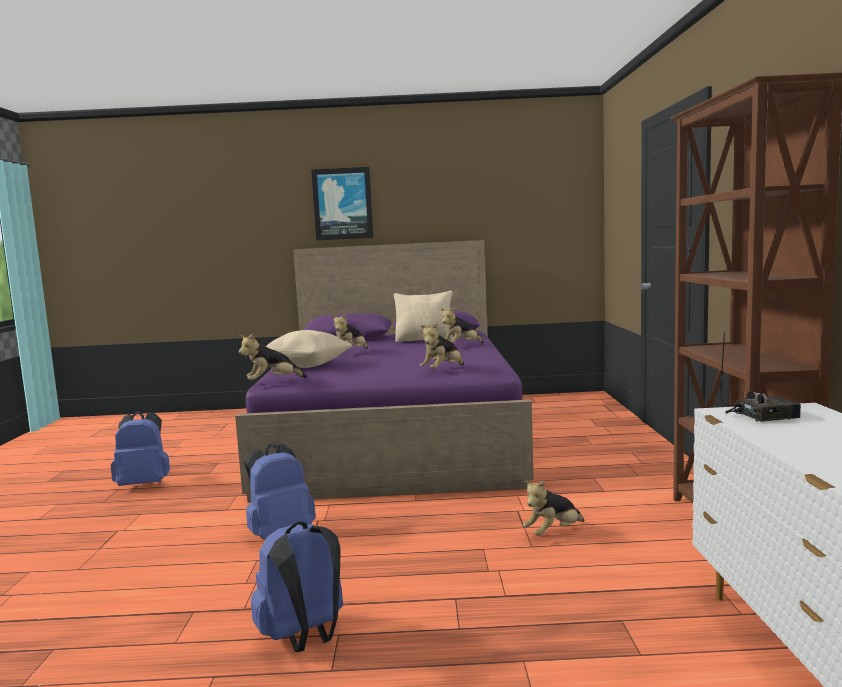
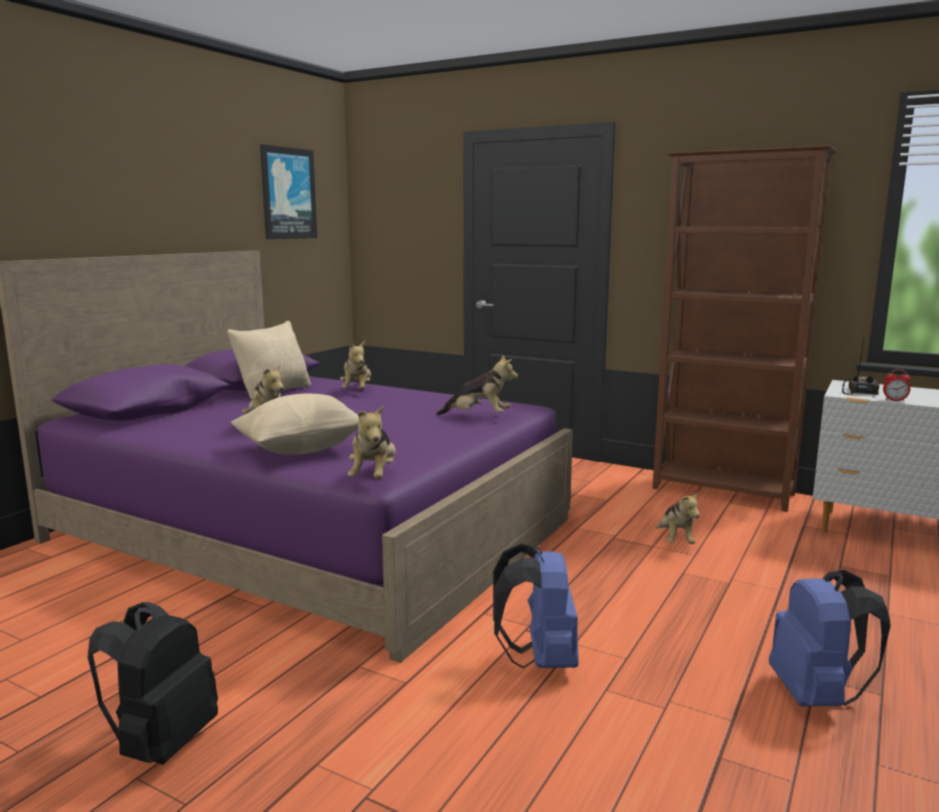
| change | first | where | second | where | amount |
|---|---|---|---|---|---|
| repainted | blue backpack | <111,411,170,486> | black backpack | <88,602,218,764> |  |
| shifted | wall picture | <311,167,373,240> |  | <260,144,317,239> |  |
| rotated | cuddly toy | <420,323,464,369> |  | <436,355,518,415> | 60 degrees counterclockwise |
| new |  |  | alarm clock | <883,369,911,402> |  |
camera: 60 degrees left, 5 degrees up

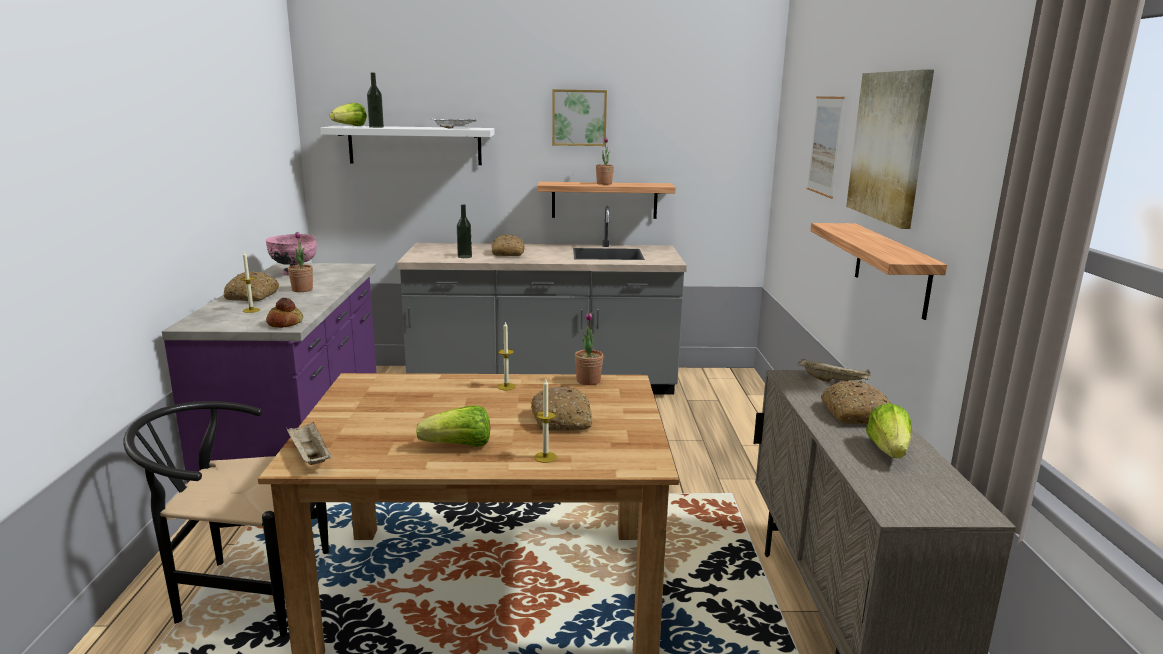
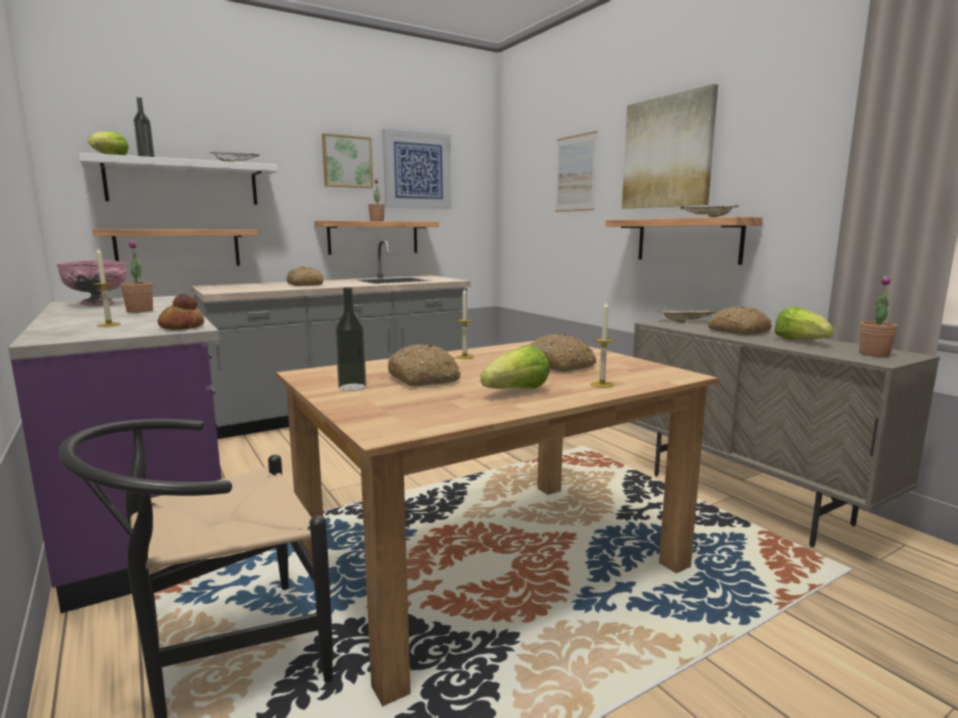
| change | first | where | second | where | amount |
|---|---|---|---|---|---|
| shifted | bread | <224,271,279,301> |  | <388,344,461,386> |  |
| shifted | beige-coloured tray | <287,422,331,465> |  | <680,205,739,217> |  |
| shifted | bottle | <457,204,472,258> |  | <335,287,366,391> |  |
| shifted | potted plant | <575,312,604,385> |  | <859,276,898,357> |  |
| new |  |  | shelf | <92,229,258,266> |  |
| new |  |  | wall picture | <383,129,452,209> |  |
camera: 30 degrees left, 5 degrees down

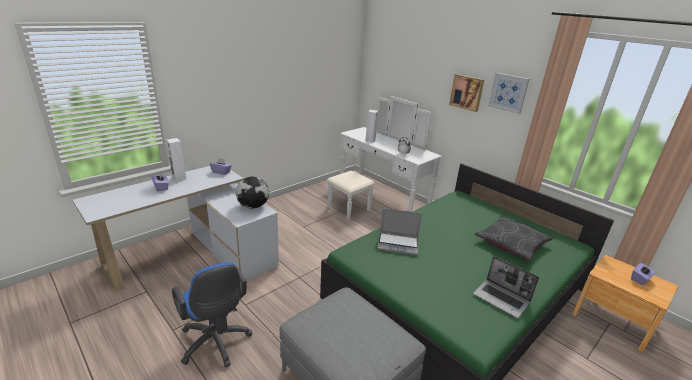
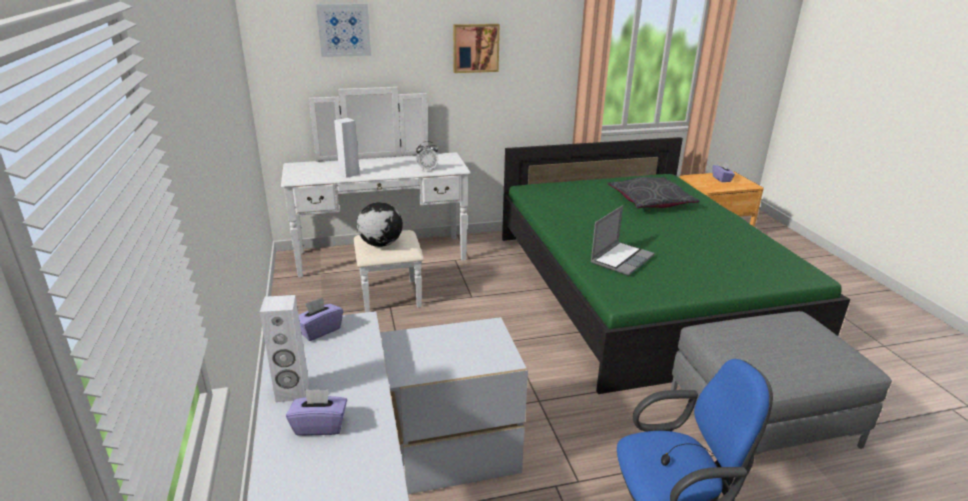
| change | first | where | second | where | amount |
|---|---|---|---|---|---|
| shifted | desk globe | <236,177,269,209> |  | <357,202,403,247> |  |
| gone | portable computer | <473,256,539,318> |  |  |  |
| shifted | wall picture | <488,73,529,114> |  | <316,4,371,57> |  |
camera: 60 degrees left, 0 degrees up

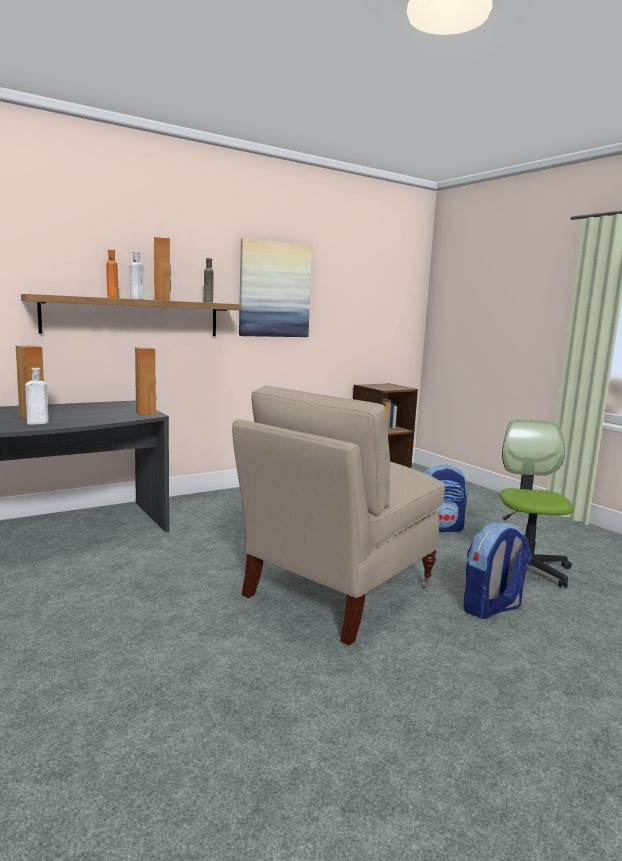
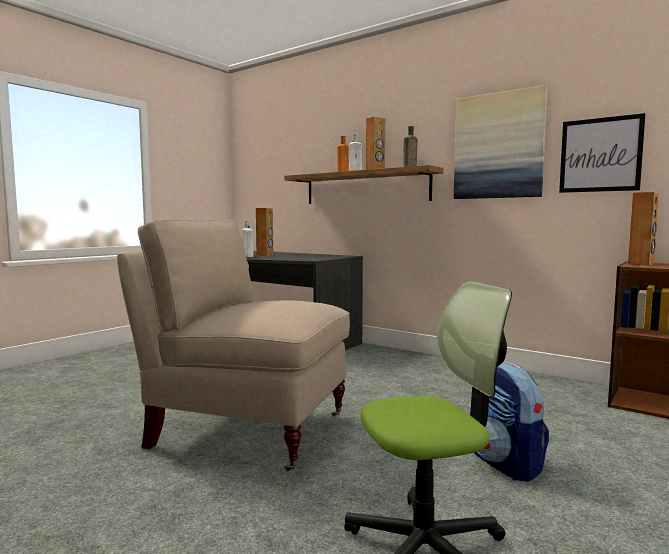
| change | first | where | second | where | amount |
|---|---|---|---|---|---|
| shifted | brown audio speaker | <135,347,156,415> |  | <628,192,659,265> |  |
| gone | backpack | <464,522,531,619> |  |  |  |
| new |  |  | wall picture | <559,113,646,193> |  |
camera: 70 degrees right, 5 degrees down

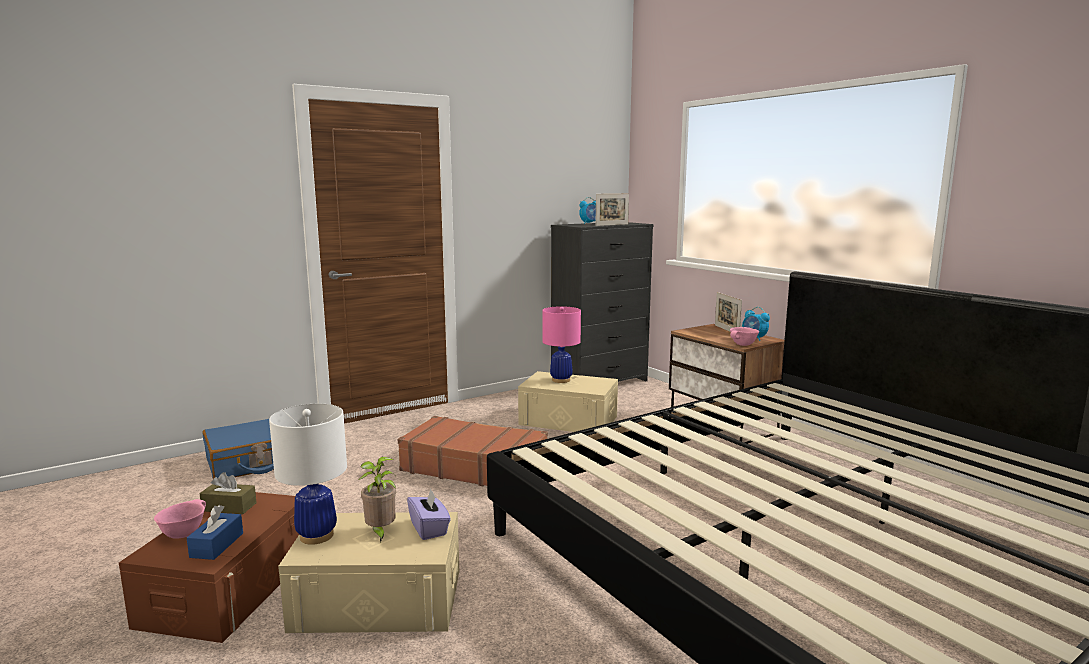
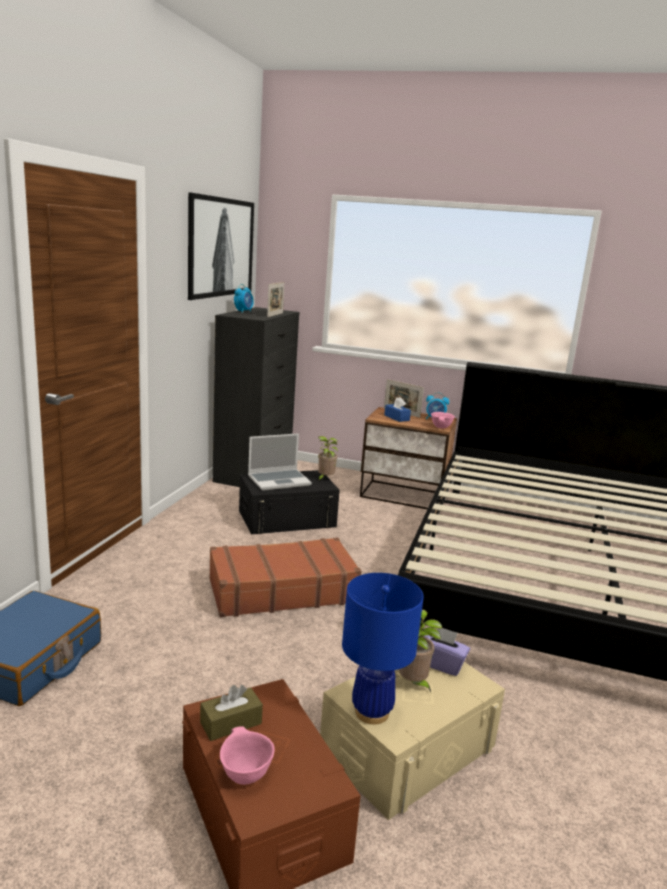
| change | first | where | second | where | amount |
|---|---|---|---|---|---|
| shifted | blue tissue holder | <187,505,243,560> |  | <384,397,411,422> |  |
| repainted | whitish table lamp | <269,404,347,545> | blue table lamp | <342,573,424,724> |  |
| repainted | beige-coloured storage box | <518,371,618,432> | black storage box | <239,470,340,534> |  |
| swapped | pinkish table lamp | <542,306,581,383> | portable computer | <248,433,312,491> |  |
| new |  |  | wall picture | <188,192,254,300> |  |
| new |  |  | potted plant | <317,436,338,482> |  |
camera: 40 degrees left, 5 degrees up

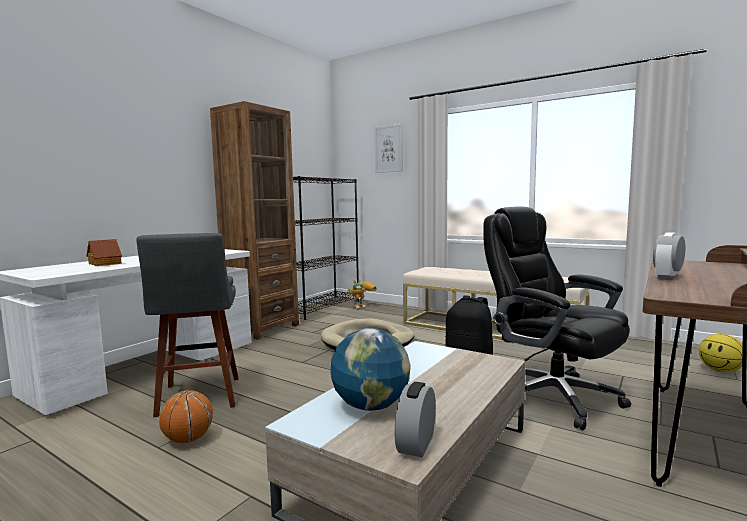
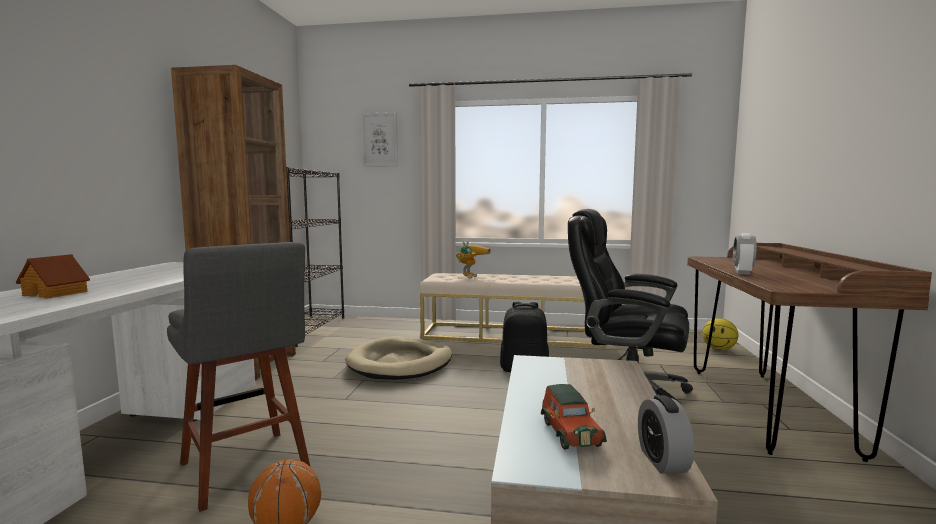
| change | first | where | second | where | amount |
|---|---|---|---|---|---|
| swapped | desk globe | <331,328,411,411> | model car | <541,384,607,450> |  |
| shifted | robot figure | <348,280,377,310> |  | <456,241,491,279> |  |
camera: 25 degrees left, 0 degrees up

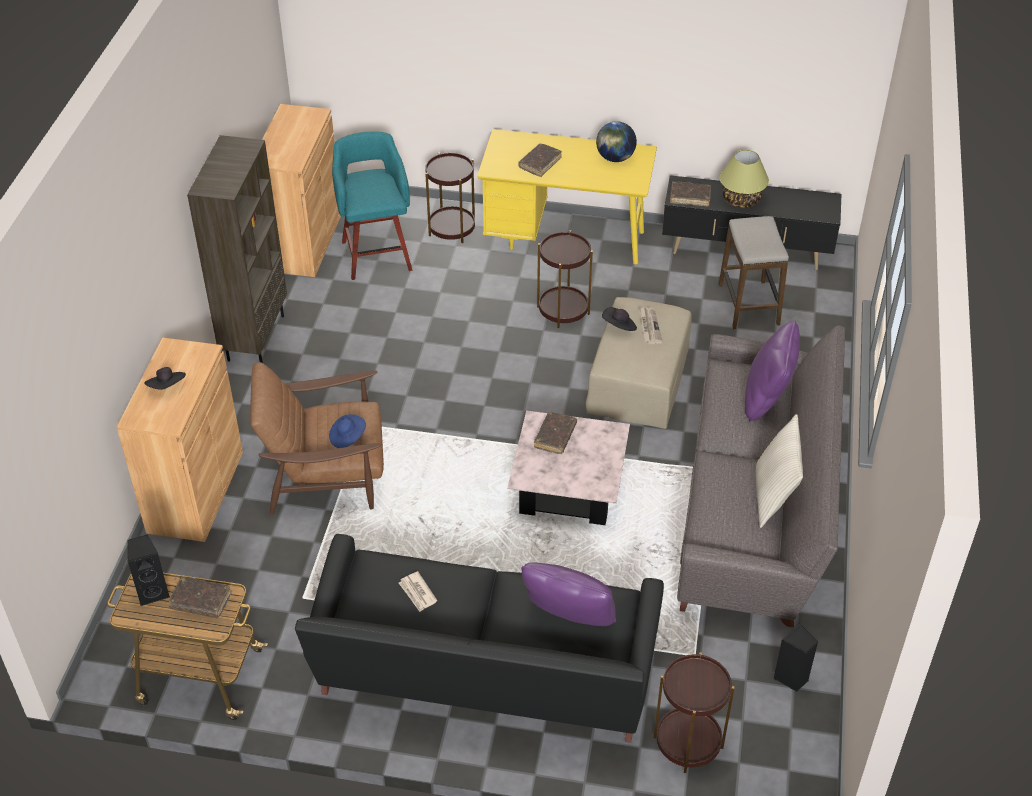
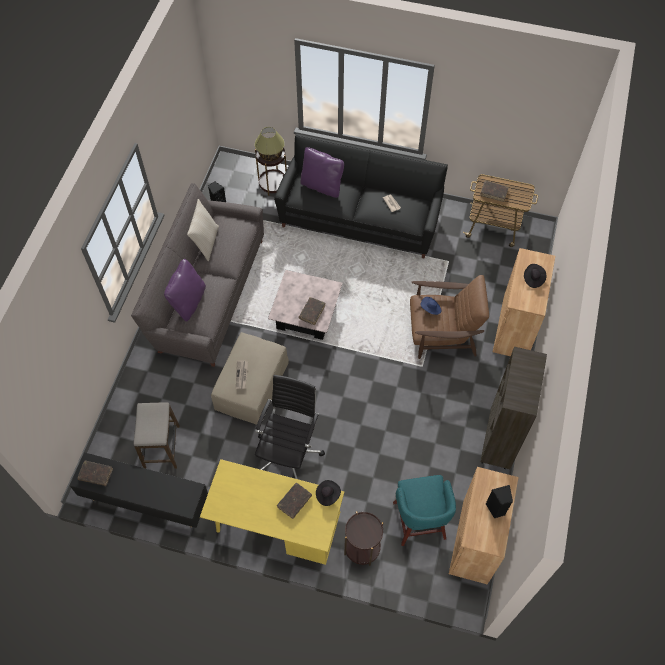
| change | first | where | second | where | amount |
|---|---|---|---|---|---|
| shifted | black audio speaker | <127,534,170,606> |  | <486,485,513,518> |  |
| swapped | brown end table | <537,230,593,328> | black computer chair | <255,375,325,479> |  |
| gone | desk globe | <596,121,637,162> |  |  |  |
| shifted | black hat | <602,307,637,331> |  | <316,480,341,506> |  |
| shifted | brown book | <670,181,711,207> |  | <78,461,113,486> |  |
| shifted | table lamp | <720,150,769,208> |  | <255,127,285,161> |  |
camera: 175 degrees left, 15 degrees up

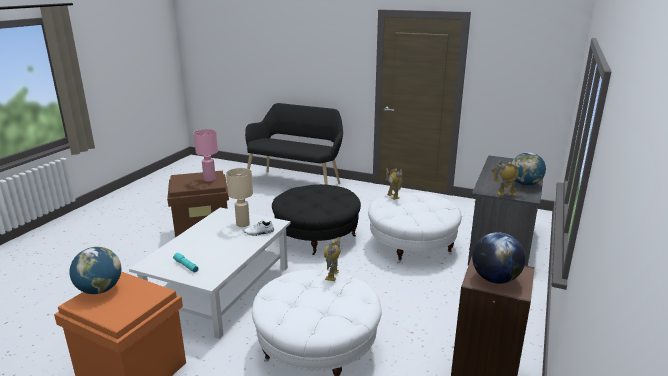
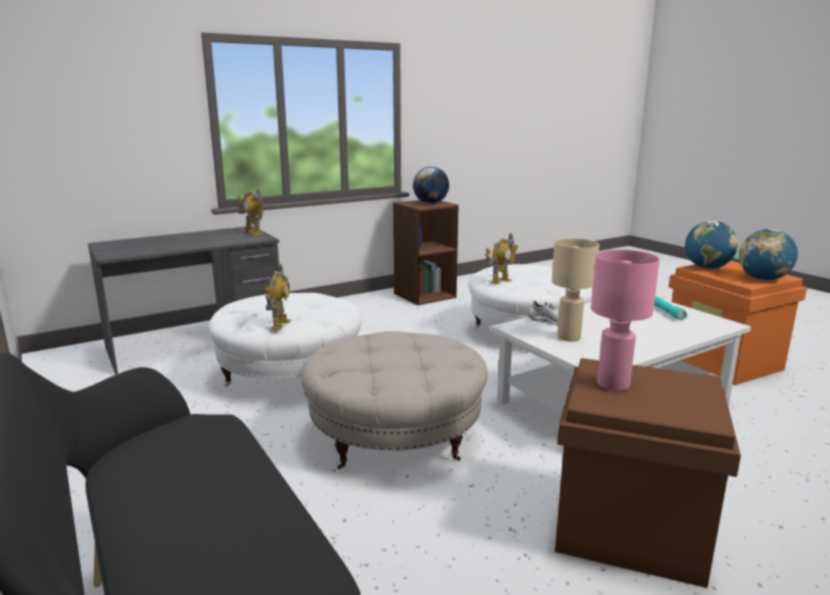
| change | first | where | second | where | amount |
|---|---|---|---|---|---|
| repainted | black footrest | <272,184,361,255> | beige-coloured footrest | <301,331,488,469> |  |
| shifted | desk globe | <511,152,546,186> |  | <685,221,738,269> |  |
camera: 145 degrees left, 5 degrees down

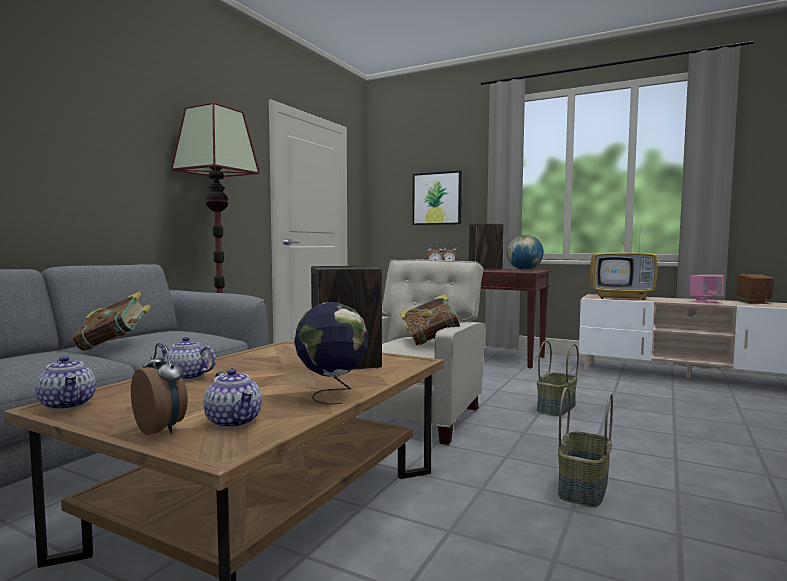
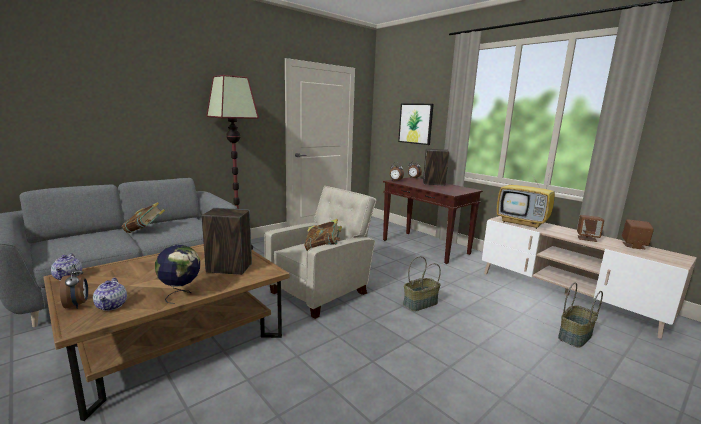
| change | first | where | second | where | amount |
|---|---|---|---|---|---|
| gone | tea pot | <159,337,216,381> |  |  |  |
| gone | desk globe | <507,235,544,270> |  |  |  |
| shifted | basket | <558,387,613,507> |  | <558,282,603,348> |  |
| repainted | pinkish audio speaker | <690,275,723,303> | brown audio speaker | <577,215,604,242> |  |
camera: 20 degrees right, 10 degrees up

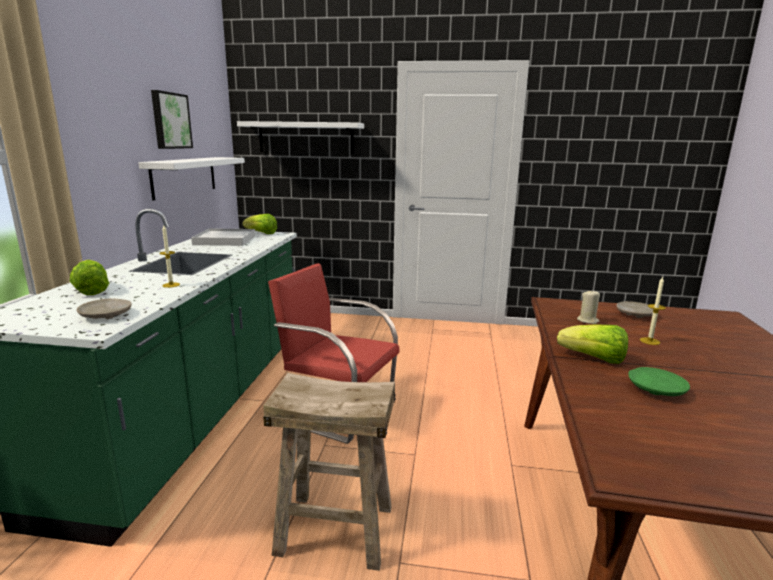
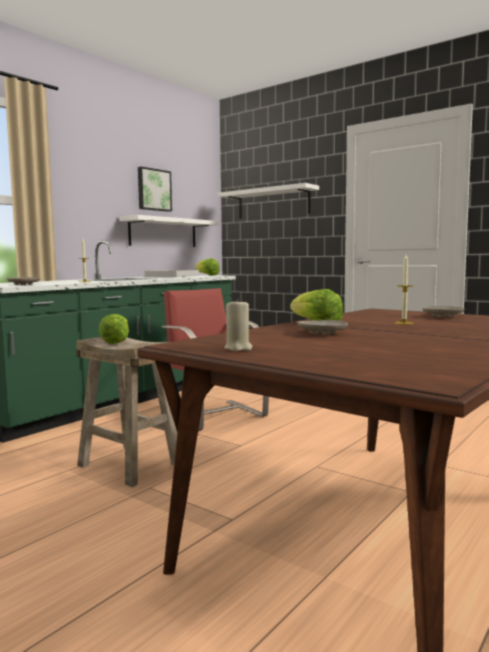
| change | first | where | second | where | amount |
|---|---|---|---|---|---|
| shifted | head of lettuce | <70,260,109,295> |  | <99,314,129,344> |  |
| shifted | beige-coloured wax light | <577,290,600,324> |  | <224,298,253,351> |  |
| repainted | green dinner plate | <628,367,690,396> | beige-coloured dinner plate | <297,320,348,335> |  |
camera: 30 degrees right, 10 degrees down

